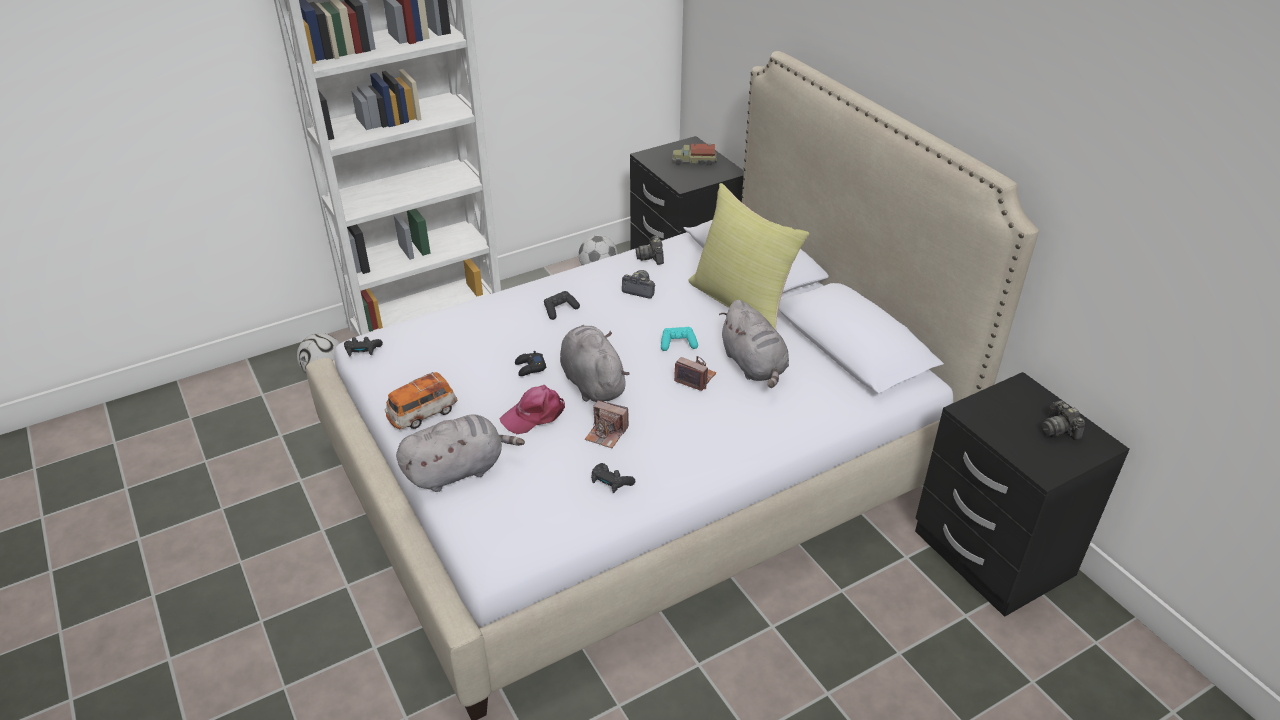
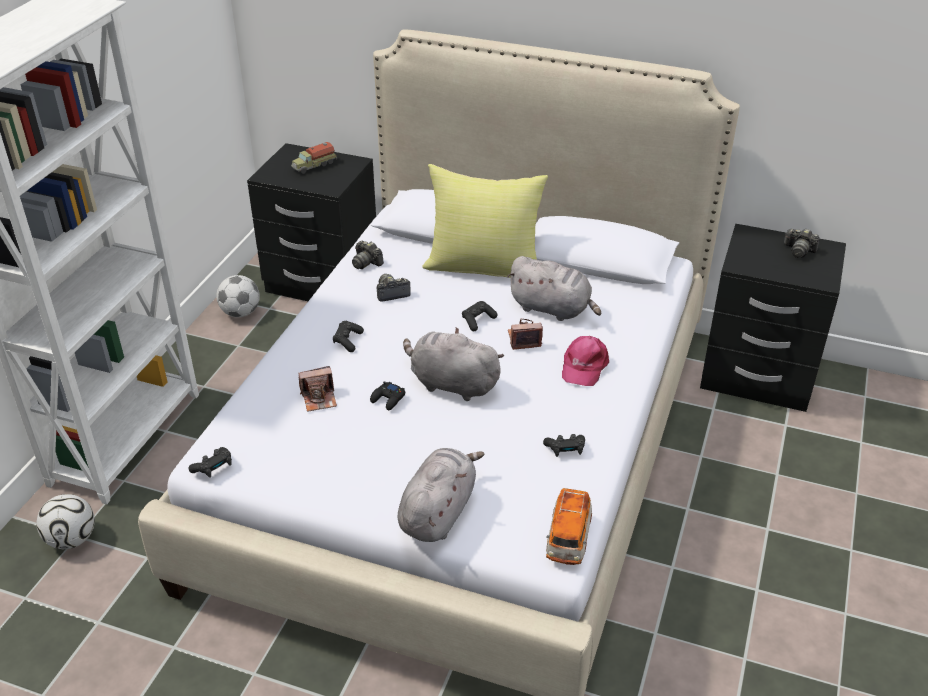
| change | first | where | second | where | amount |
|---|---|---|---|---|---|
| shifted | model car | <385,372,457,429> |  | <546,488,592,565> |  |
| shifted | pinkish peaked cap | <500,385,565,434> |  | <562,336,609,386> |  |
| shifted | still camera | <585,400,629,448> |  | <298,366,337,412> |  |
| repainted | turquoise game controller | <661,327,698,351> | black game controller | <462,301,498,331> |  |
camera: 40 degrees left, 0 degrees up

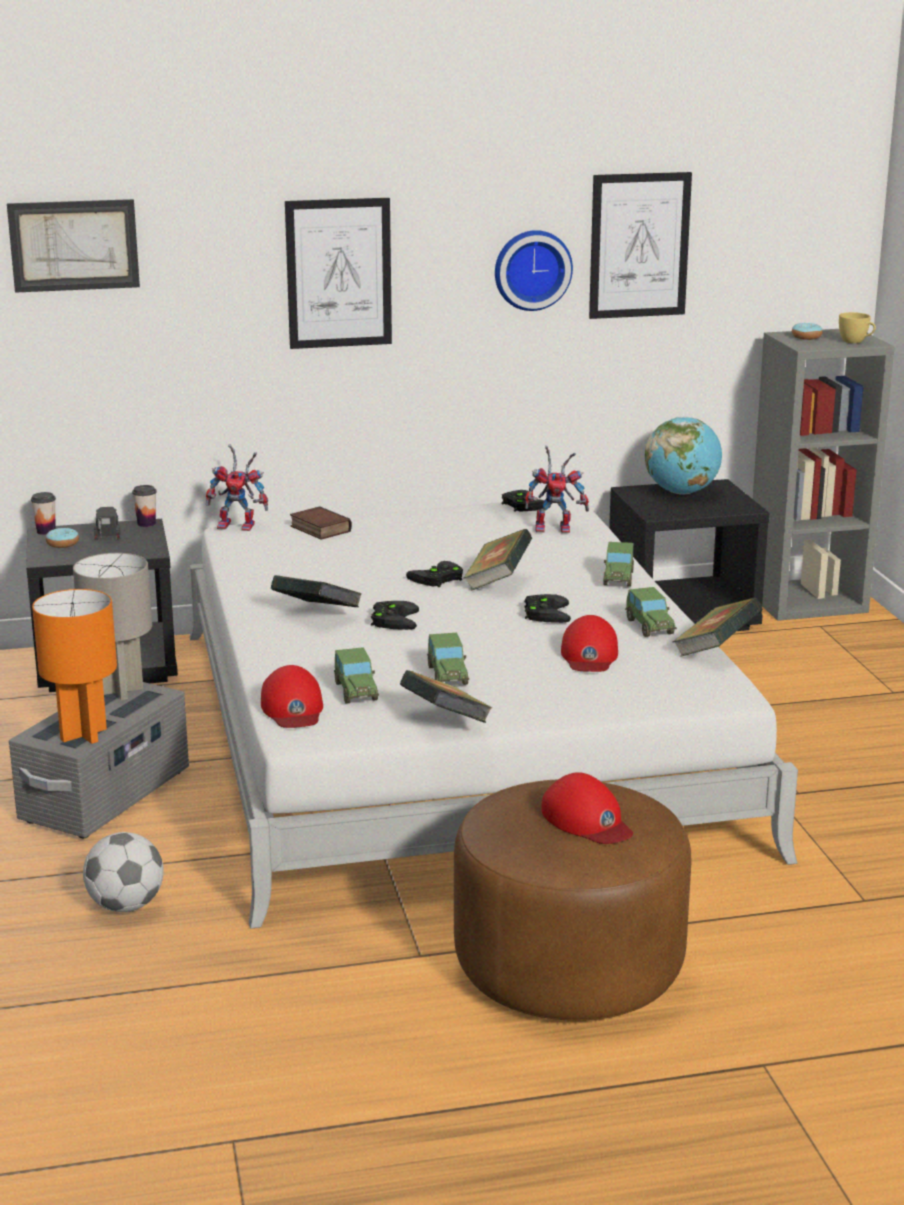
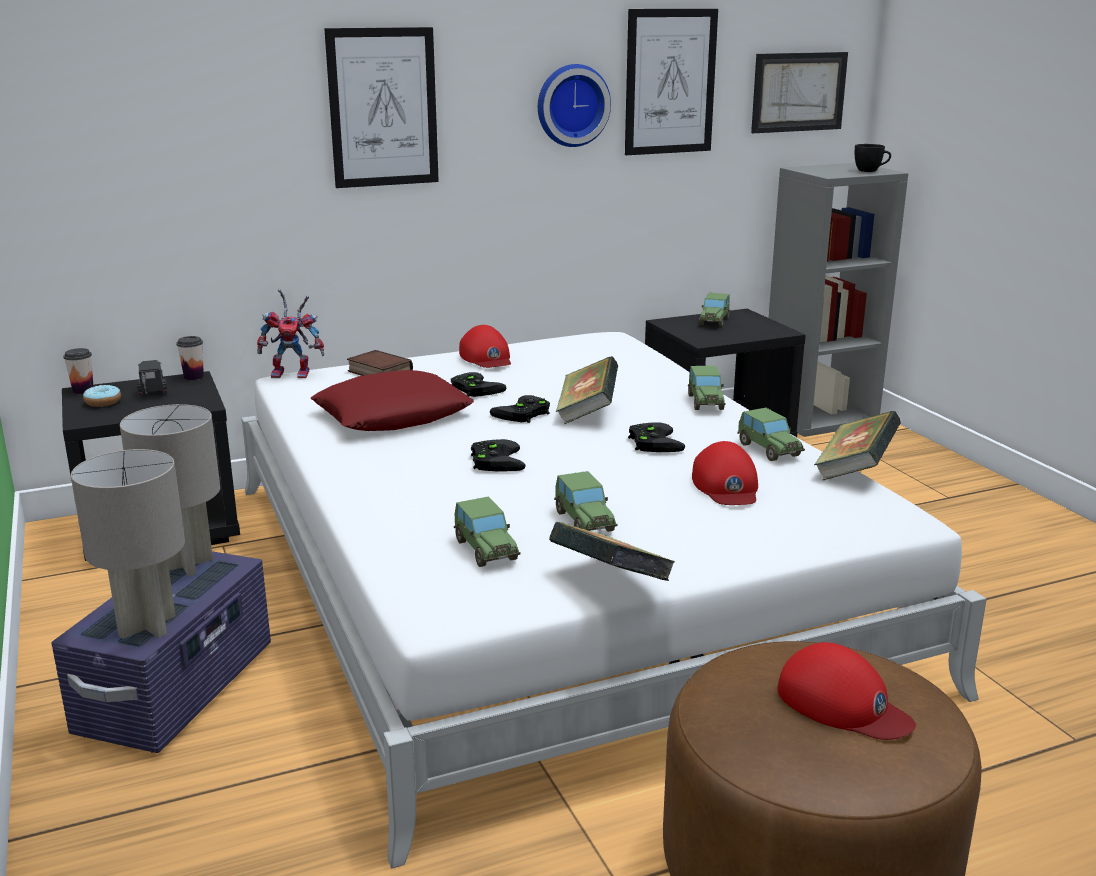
| change | first | where | second | where | amount |
|---|---|---|---|---|---|
| shifted | wall picture | <7,199,140,293> |  | <751,52,848,133> |  |
| repainted | grey storage box | <9,682,189,838> | purplish storage box | <51,551,271,753> |  |
| repainted | orangey table lamp | <32,589,117,744> | grey table lamp | <71,449,185,639> |  |
| gone | ball for football | <83,832,164,912> |  |  |  |
| shifted | red peaked cap | <261,665,323,728> |  | <459,325,511,368> |  |
| gone | book | <271,575,362,607> |  |  |  |
| shifted | black game controller | <501,490,551,512> |  | <451,372,506,397> |  |
| gone | robot figure | <525,446,589,533> |  |  |  |
| swapped | desk globe | <645,417,722,495> | model car | <699,292,730,327> |  |
| gone | donut | <792,323,823,340> |  |  |  |
| repainted | yellow small cup | <839,312,876,343> | black small cup | <855,144,891,172> |  |
| new |  |  | red throw pillow | <311,370,474,431> |  |
camera: 10 degrees left, 0 degrees up

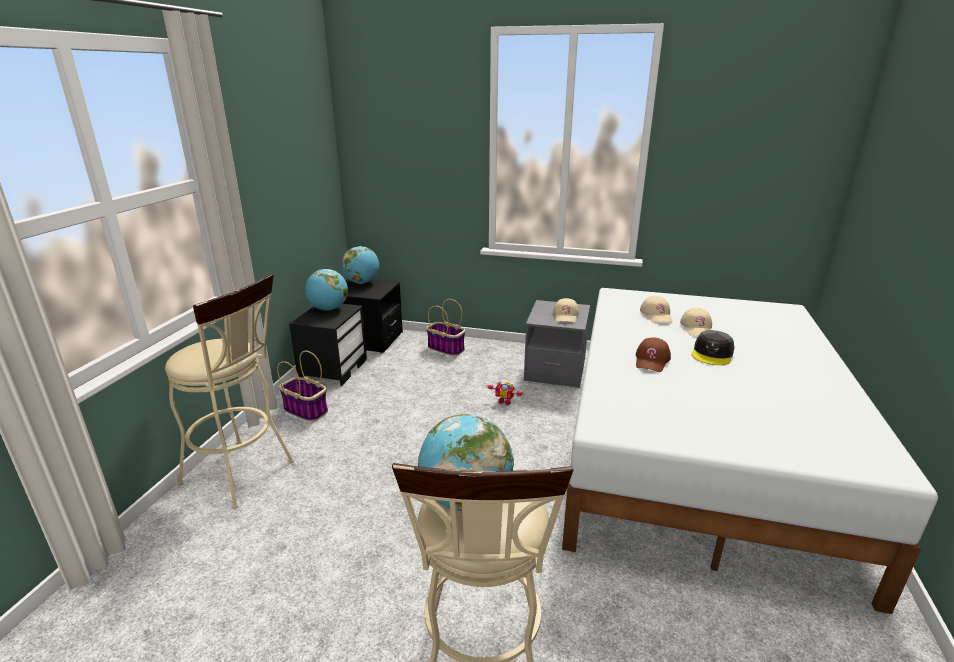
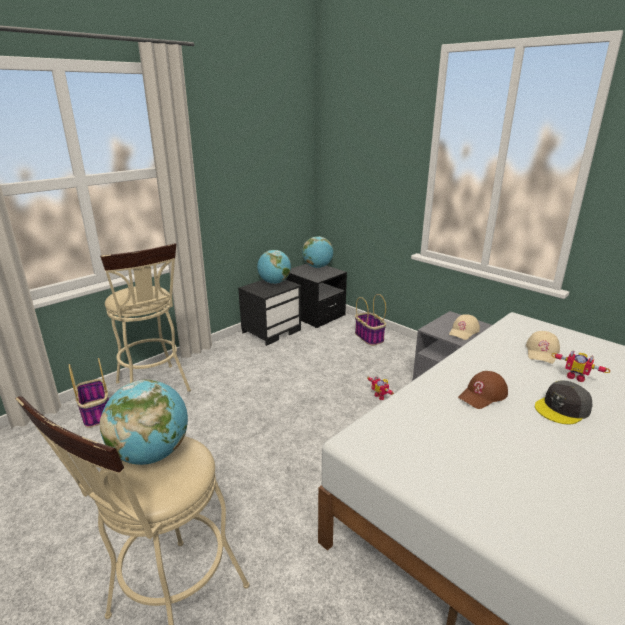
| change | first | where | second | where | amount |
|---|---|---|---|---|---|
| shifted | basket | <277,351,328,422> |  | <69,358,109,428> |  |
| swapped | beige-coloured peaked cap | <680,308,712,336> | robot figure | <552,350,610,382> |  |
camera: 30 degrees right, 0 degrees up

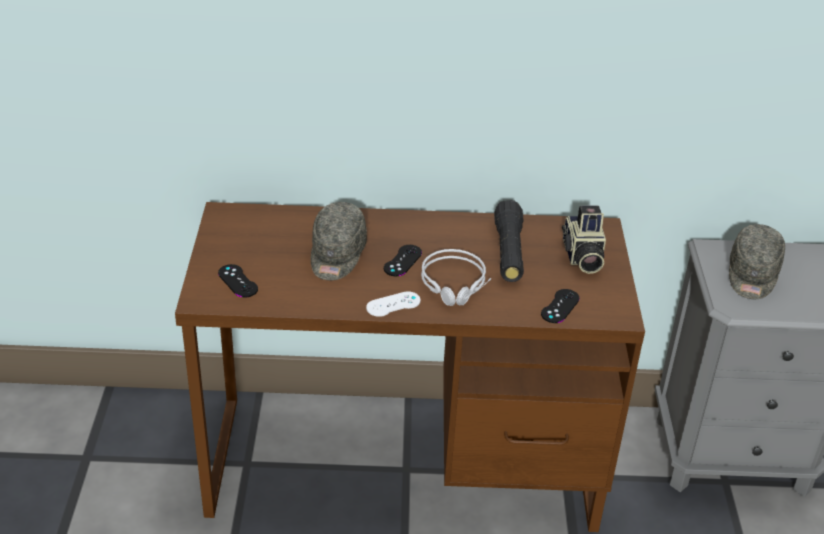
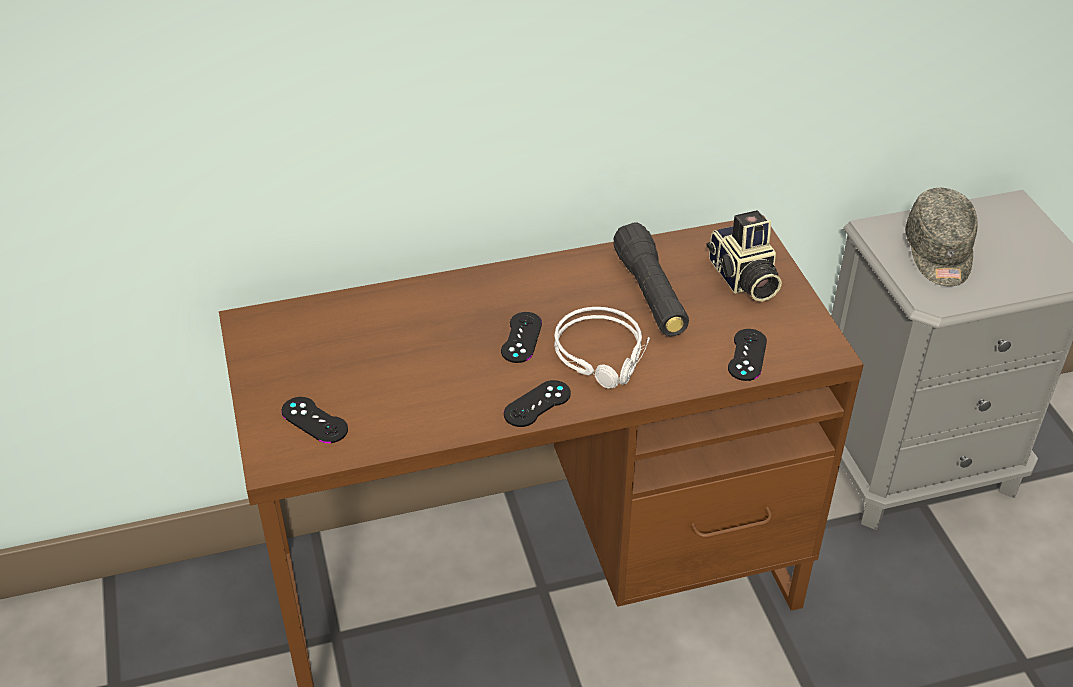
| change | first | where | second | where | amount |
|---|---|---|---|---|---|
| gone | grey peaked cap | <311,202,367,281> |  |  |  |
| repainted | whitish game controller | <366,291,421,317> | black game controller | <503,380,571,427> |  |
camera: 15 degrees left, 5 degrees up

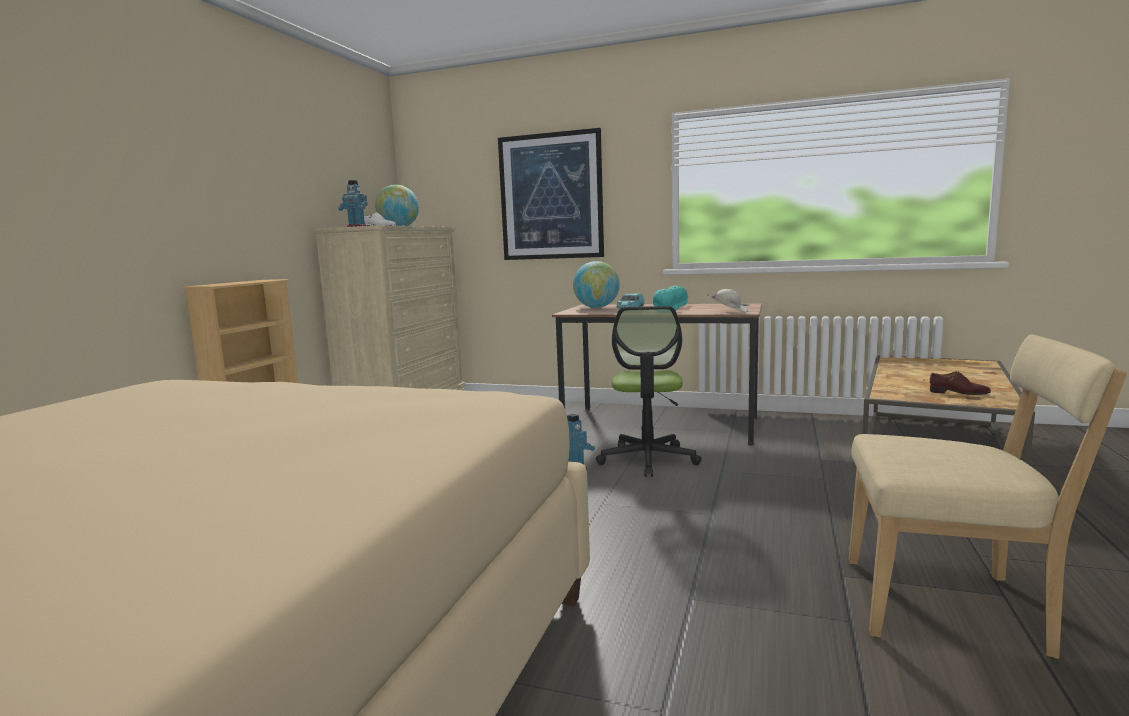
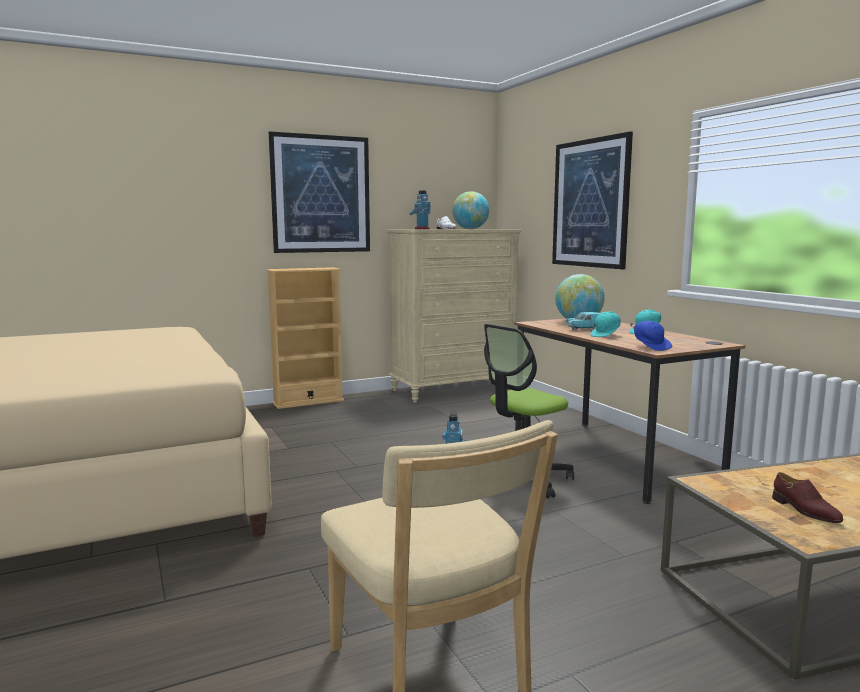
| change | first | where | second | where | amount |
|---|---|---|---|---|---|
| repainted | whitish peaked cap | <707,289,748,313> | blue peaked cap | <630,320,672,351> |  |
| new |  |  | wall picture | <269,131,370,253> |  |
camera: 45 degrees right, 0 degrees up

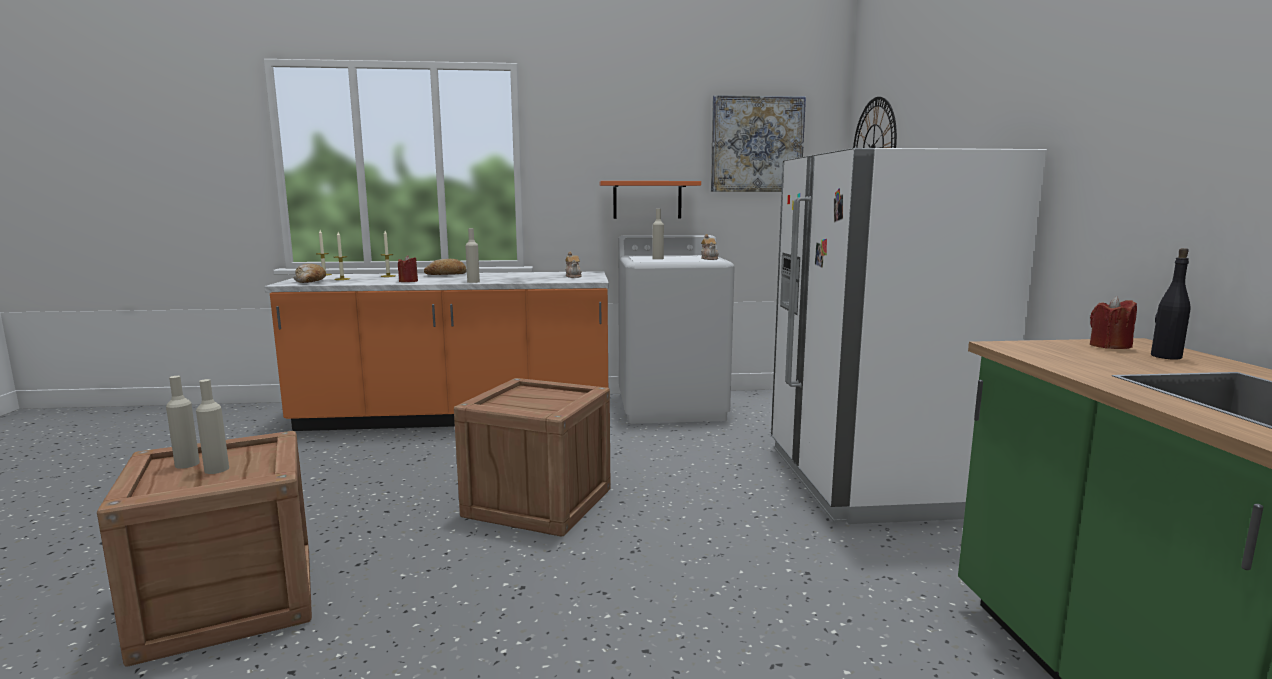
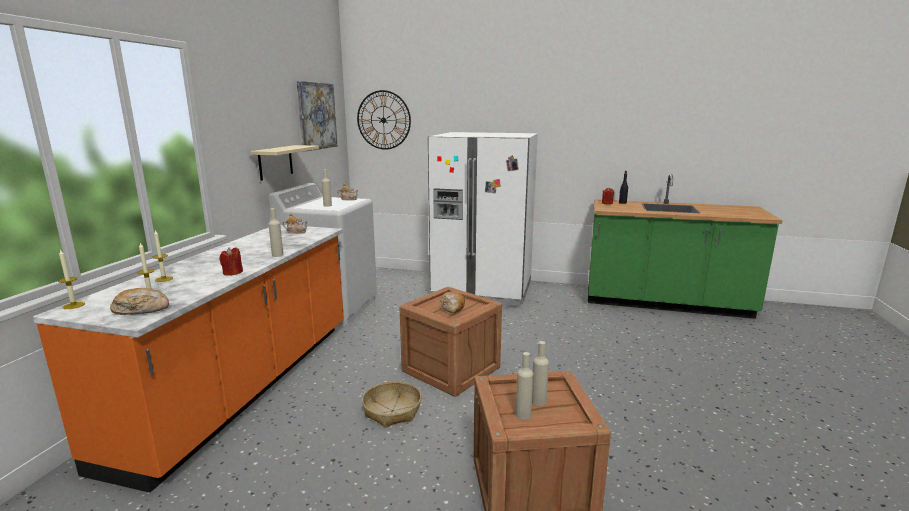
| change | first | where | second | where | amount |
|---|---|---|---|---|---|
| shifted | bread | <424,259,467,275> |  | <440,291,465,313> |  |
| repainted | orangey shelf | <600,181,701,219> | beige-coloured shelf | <250,145,319,181> |  |
| new |  |  | basket | <362,381,422,427> |  |
camera: 70 degrees left, 5 degrees up

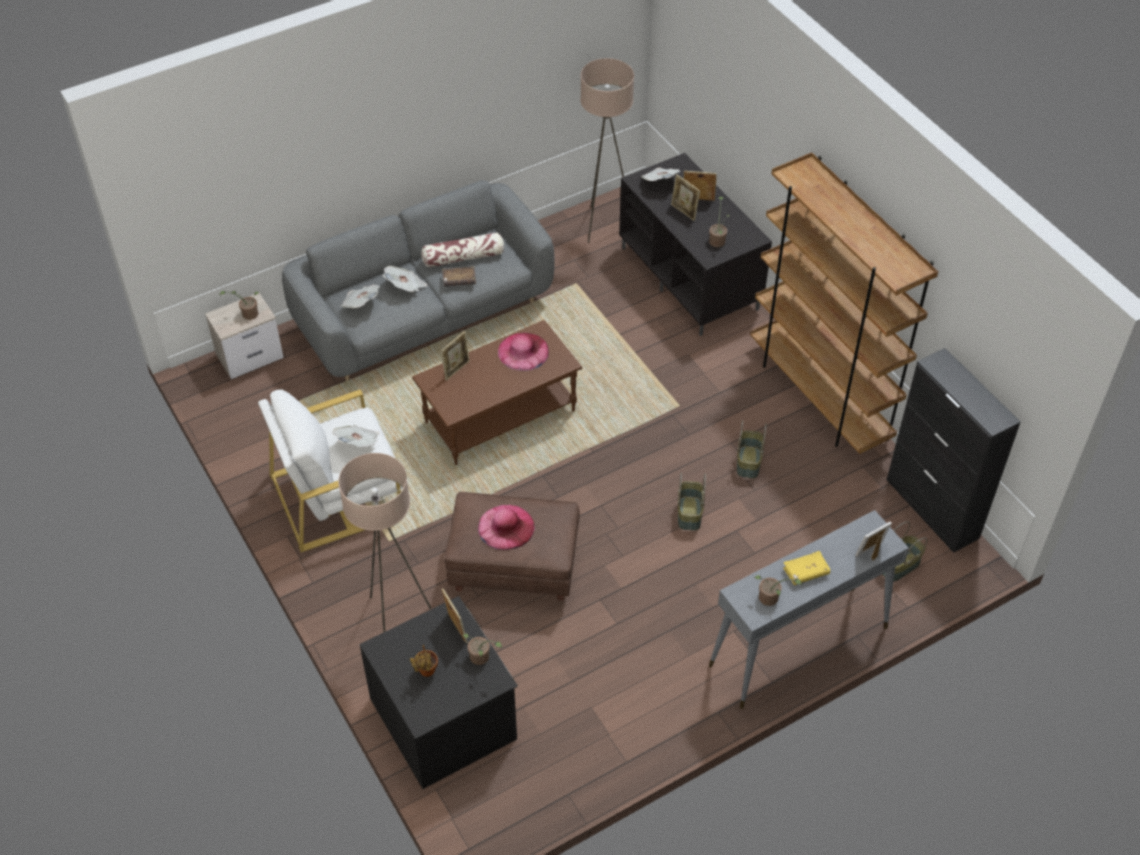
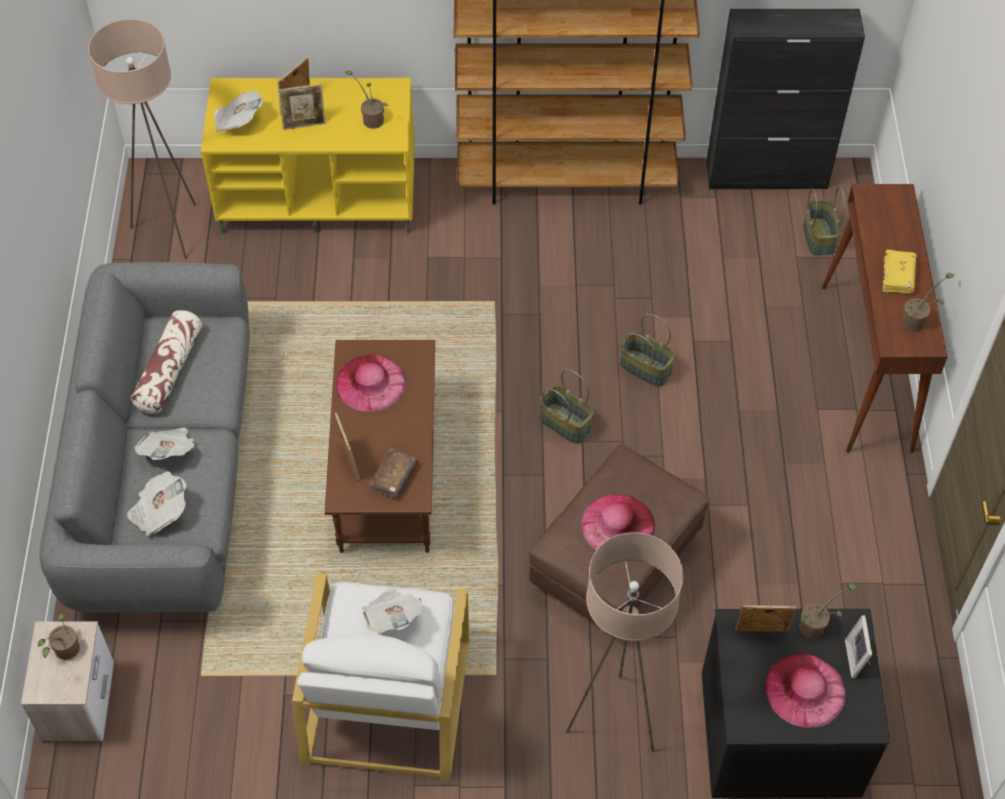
| change | first | where | second | where | amount |
|---|---|---|---|---|---|
| swapped | potted plant | <410,645,438,677> | pinkish hat | <765,654,846,728> |  |
| shifted | brown book | <442,266,476,287> |  | <369,448,418,498> |  |
| repainted | black media console | <619,153,772,336> | yellow media console | <201,78,415,233> |  |
| repainted | grey console table | <709,510,909,709> | brown console table | <822,184,947,453> |  |
| shifted | basket | <737,420,767,478> |  | <539,369,594,444> |  |
| shifted | standing frame | <855,522,892,561> |  | <845,615,872,679> |  |
camera: 60 degrees left, 5 degrees up

